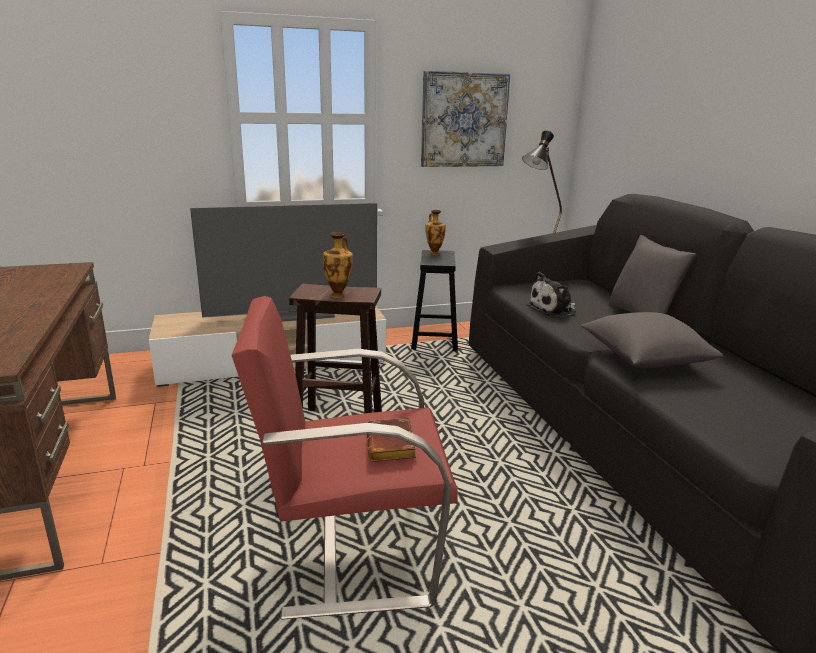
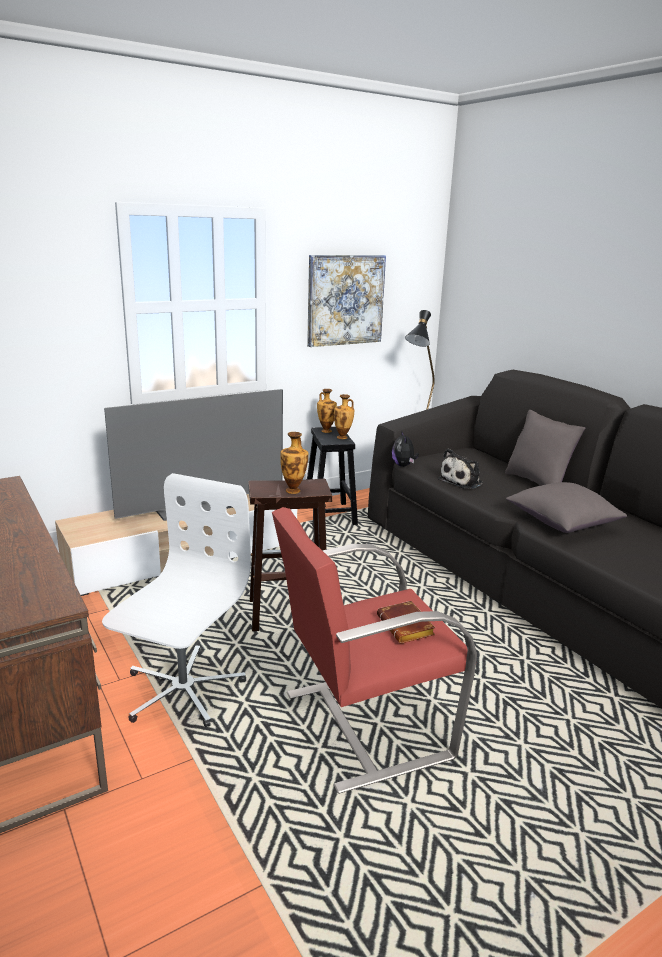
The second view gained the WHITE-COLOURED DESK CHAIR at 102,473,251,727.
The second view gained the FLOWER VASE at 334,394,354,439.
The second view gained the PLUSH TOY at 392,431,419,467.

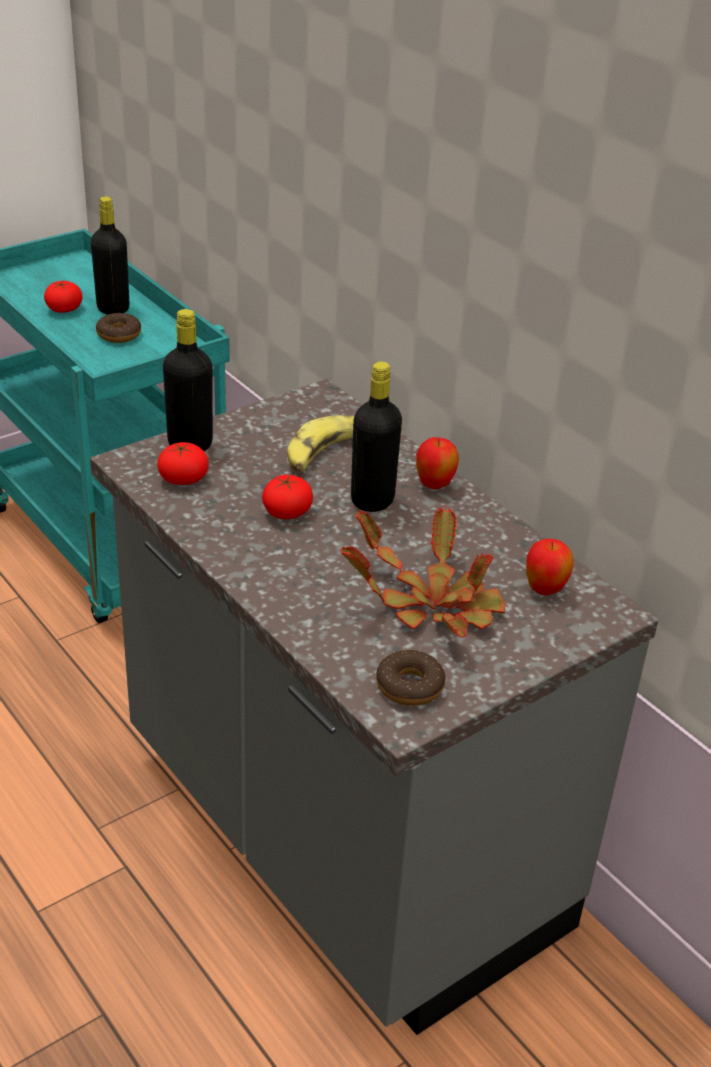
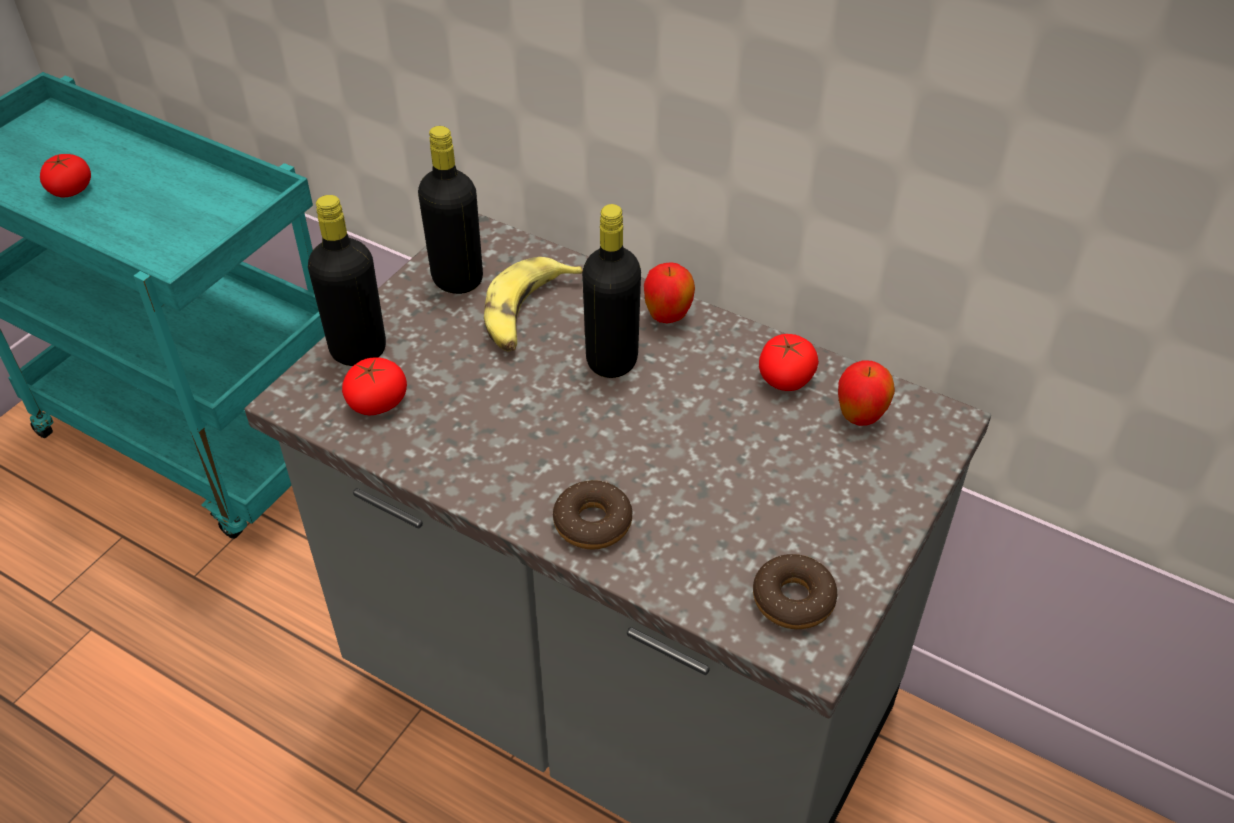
The second view lost the HOUSEPLANT at 340,506,505,637.
The BLACK BOTTLE ended up elsewhere, having gone from 91,197,129,315 to 418,126,483,294.
The RING DOUGHNUT ended up elsewhere, having gone from 96,313,141,343 to 553,480,632,549.
The WHOLE TOMATO ended up elsewhere, having gone from 262,475,313,519 to 759,334,819,391.

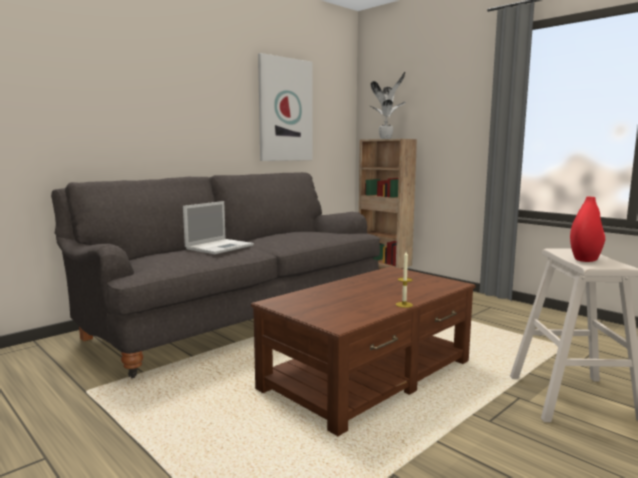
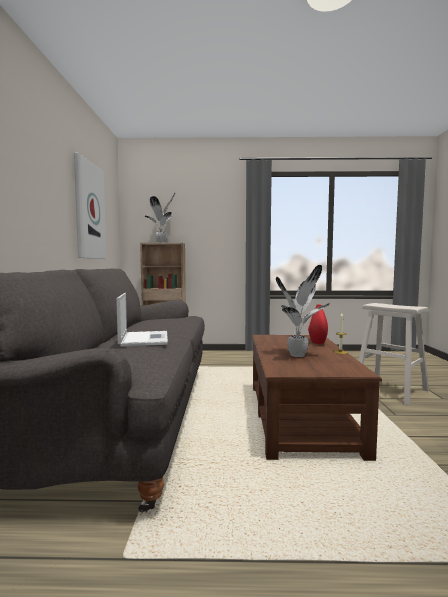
The second view gained the HOUSEPLANT at 276,265,330,357.
The REDDISH FLOWER VASE ended up elsewhere, having gone from 570,197,605,262 to 308,304,328,344.

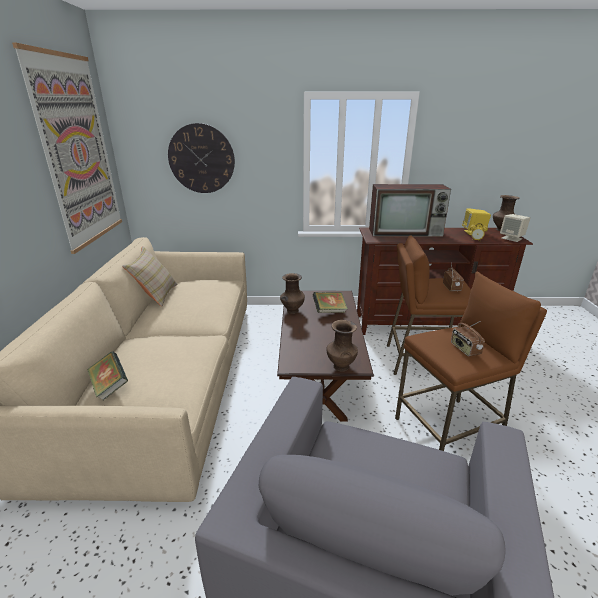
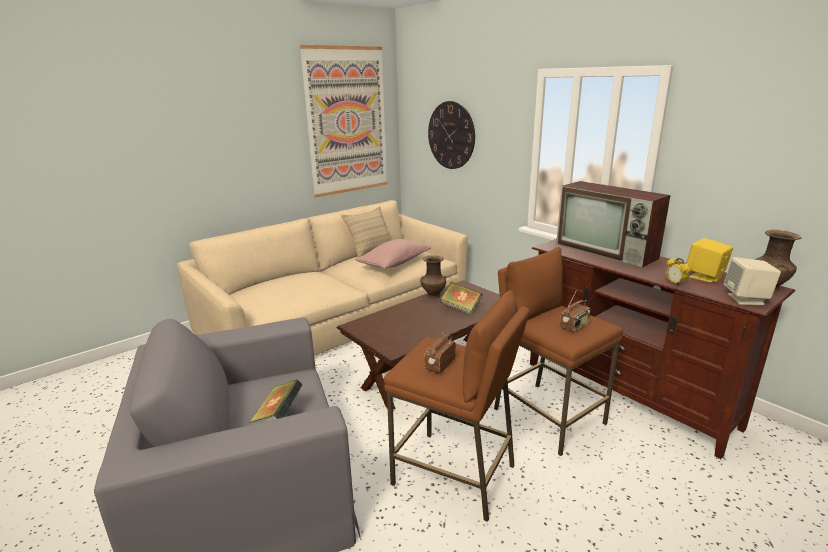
The second view lost the BROWN FLOWER VASE at 326,320,358,372.
The second view gained the PINK PILLOW at 355,239,431,269.
The BOOK ended up elsewhere, having gone from 87,351,128,400 to 249,379,303,424.

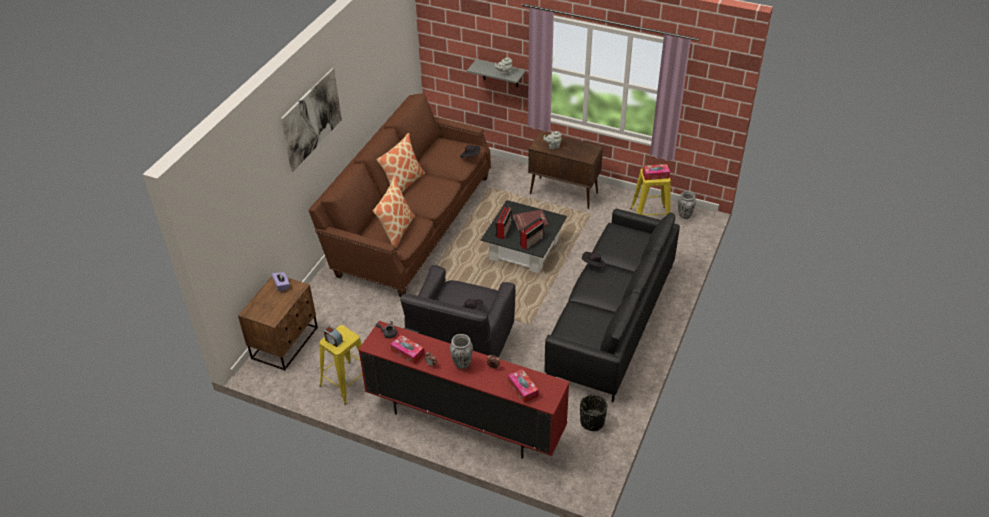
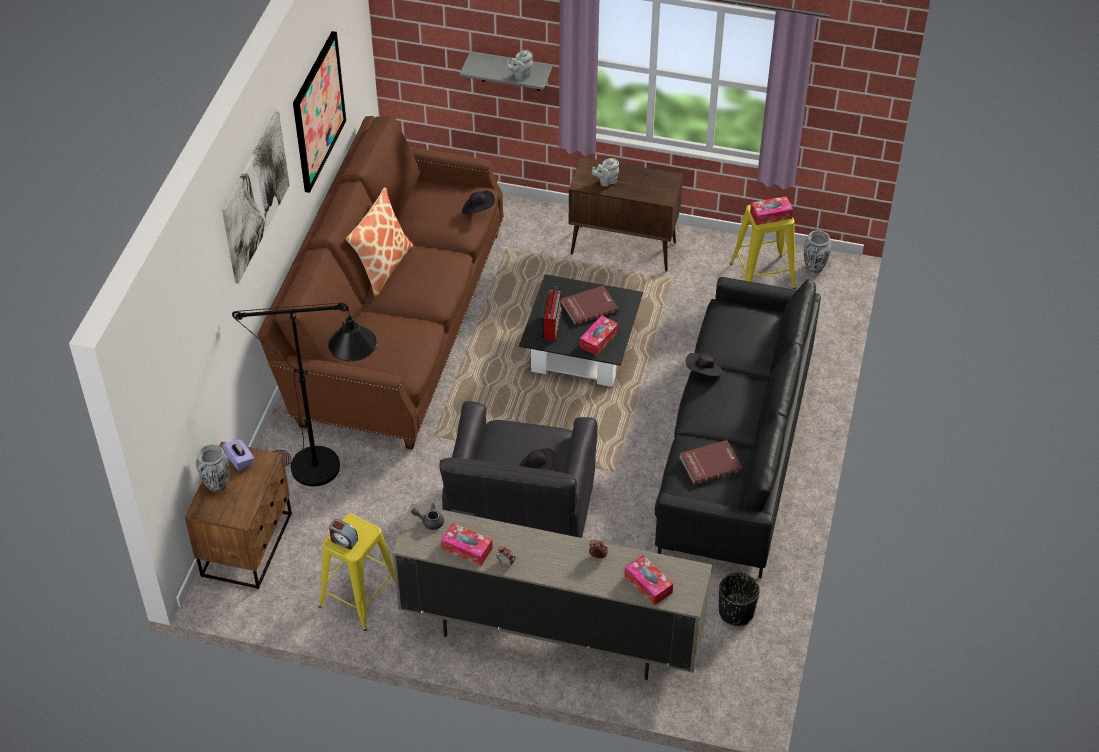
The second view lost the PILLOW at 373,177,415,247.
The second view gained the BLACK STANDING LAMP at 232,302,377,486.
The second view gained the WALL ART at 293,31,346,193.
The second view gained the REDDISH BOOK at 679,440,742,485.
The FLOWER VASE ended up elsewhere, having gone from 450,334,473,369 to 196,444,229,492.
Where the RADIO RECEIVER stood at 520,218,544,250, the TISSUE BOX came to stand at 580,315,619,356.
What was the REDDISH MEDIA CONSOLE at 359,321,570,459 turned into the SAND-COLOURED MEDIA CONSOLE at 392,503,712,680.

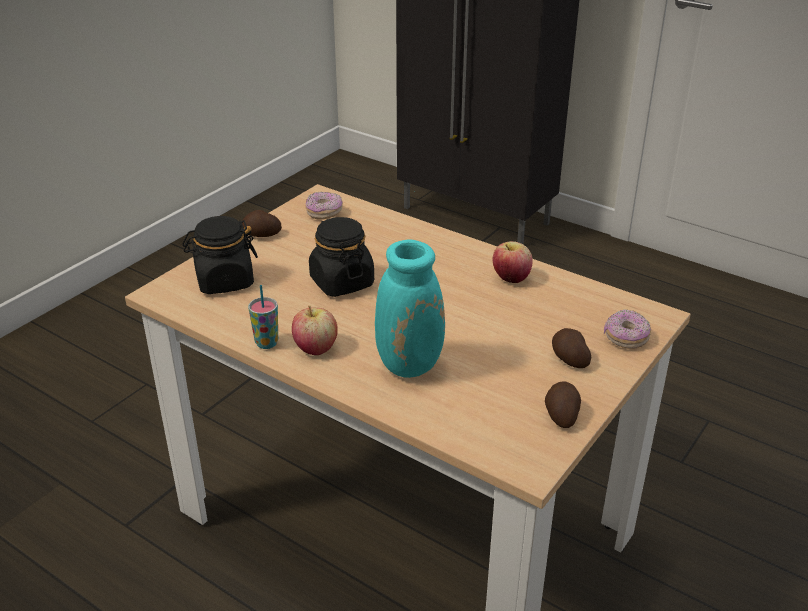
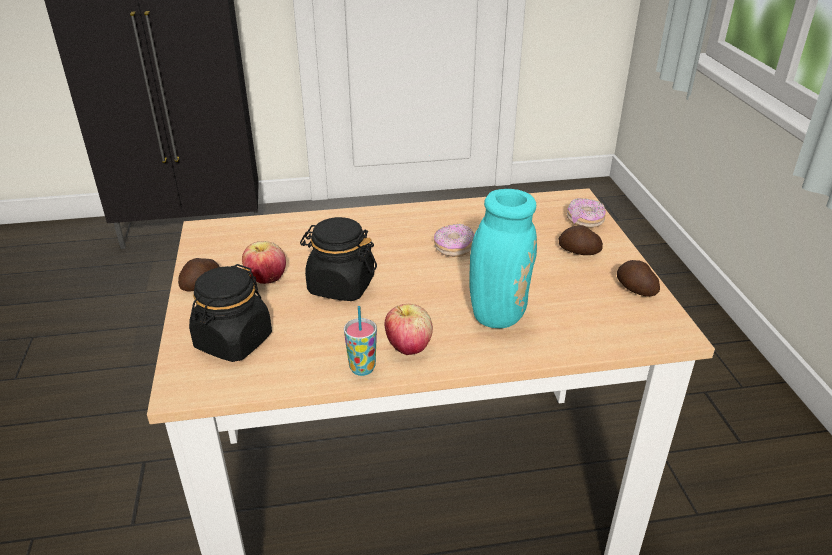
The RING DOUGHNUT ended up elsewhere, having gone from 305,192,343,219 to 434,224,474,257.
The WHOLE APPLE ended up elsewhere, having gone from 493,241,533,283 to 242,241,286,284.

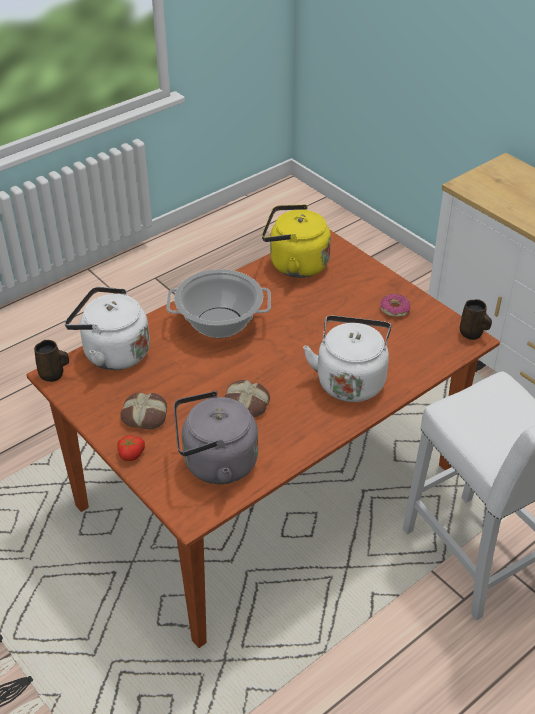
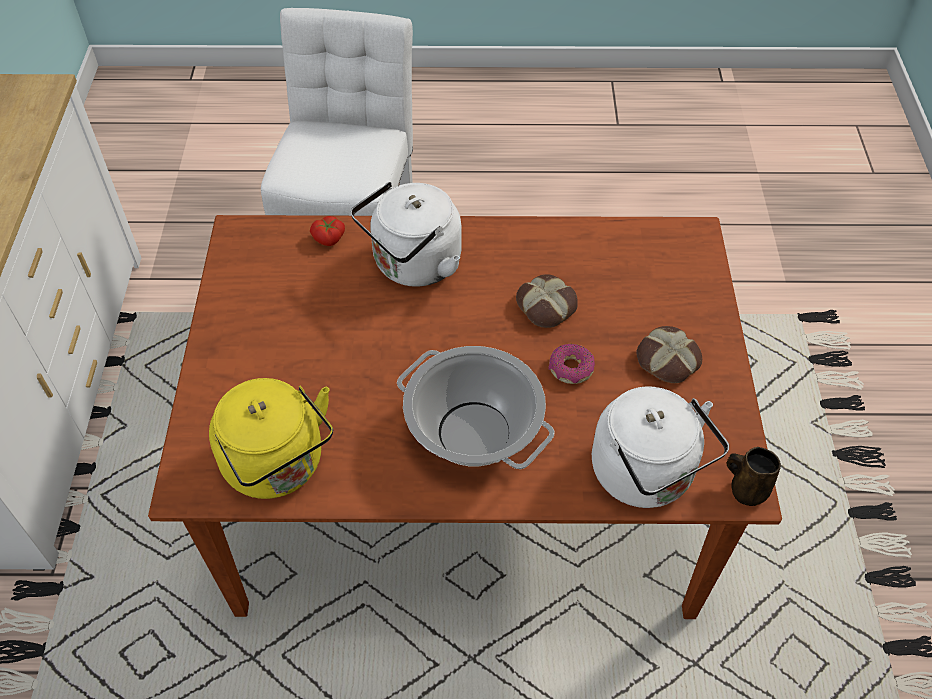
The second view lost the GRAY WATER KETTLE at 174,391,258,484.
The second view lost the BROWN TEA MUG at 460,299,492,340.
The WHOLE TOMATO ended up elsewhere, having gone from 117,435,145,461 to 310,216,345,246.
The RING DOUGHNUT ended up elsewhere, having gone from 380,294,411,317 to 549,344,595,384.

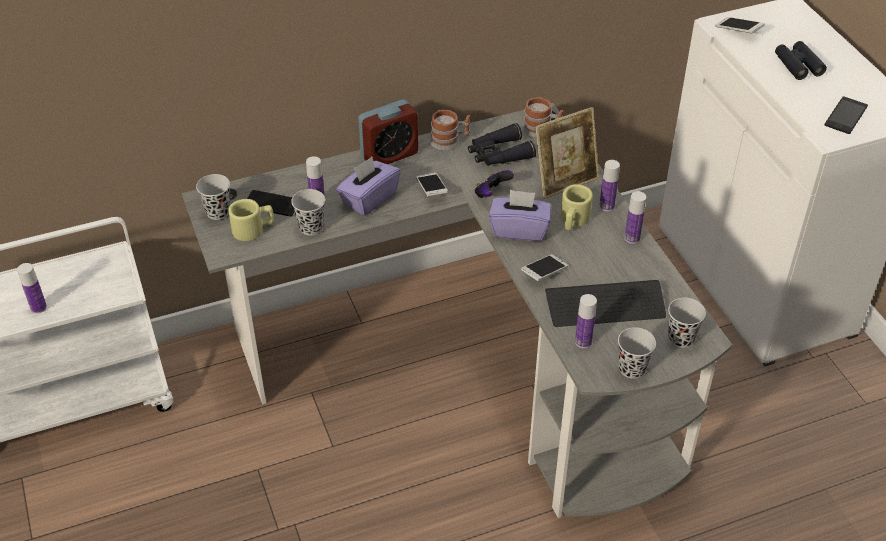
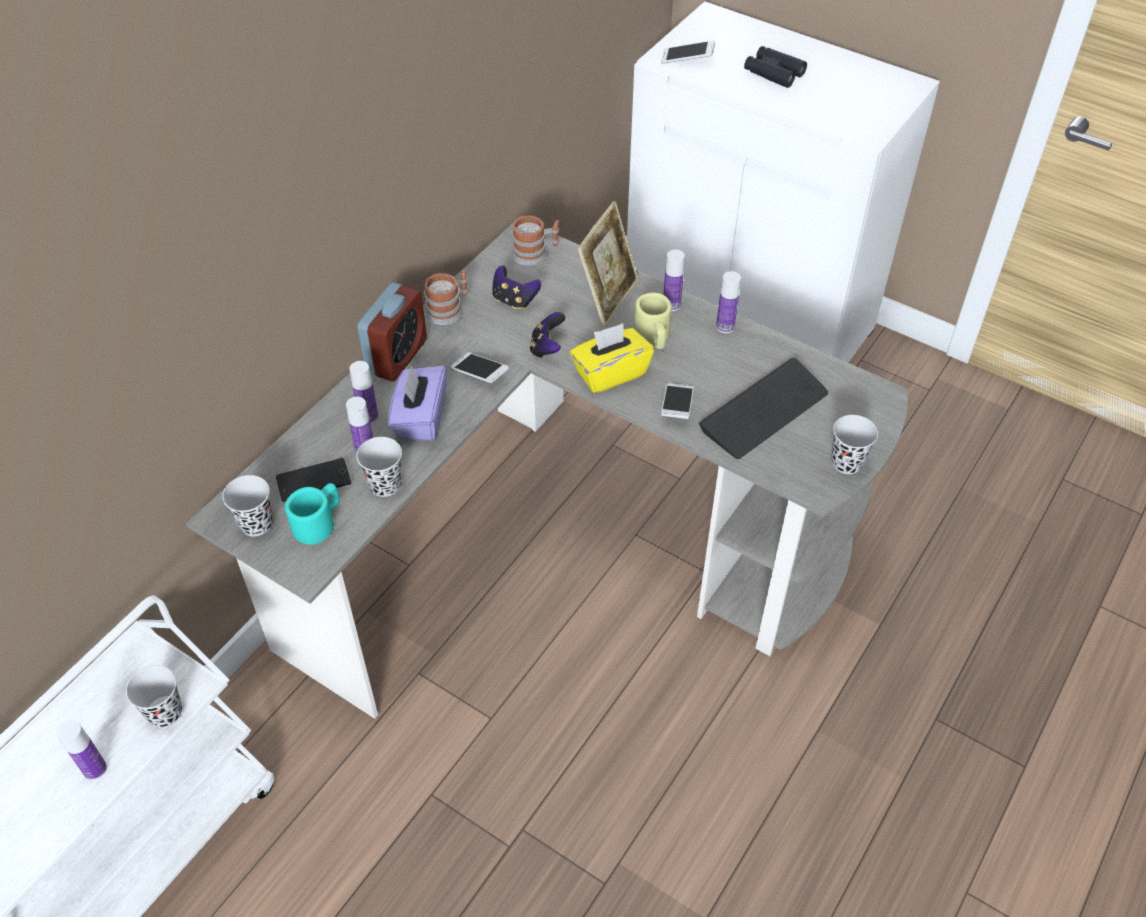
The second view lost the TELEPHONE at 825,97,868,134.
The BOTTLE ended up elsewhere, having gone from 575,294,597,348 to 350,361,378,423.
The BLACK SMALL CUP ended up elsewhere, having gone from 668,298,706,348 to 126,665,182,728.
Where the BLACK PAIR OF BINOCULARS stood at 468,123,536,166, the GAMEPAD came to stand at 492,266,541,310.
What was the SAND-COLOURED TEA MUG at 228,199,274,241 turned into the TURQUOISE TEA MUG at 285,483,340,545.
What was the PURPLE-COLOURED TISSUE BOX at 489,190,551,241 turned into the YELLOWISH TISSUE BOX at 570,323,654,393.

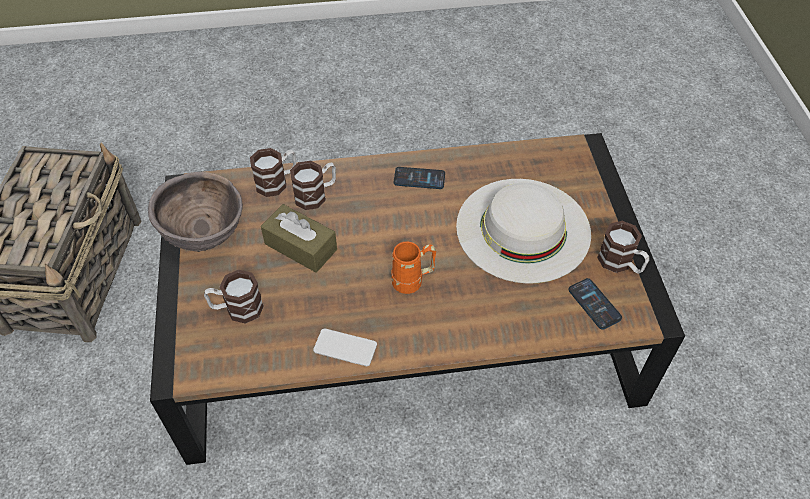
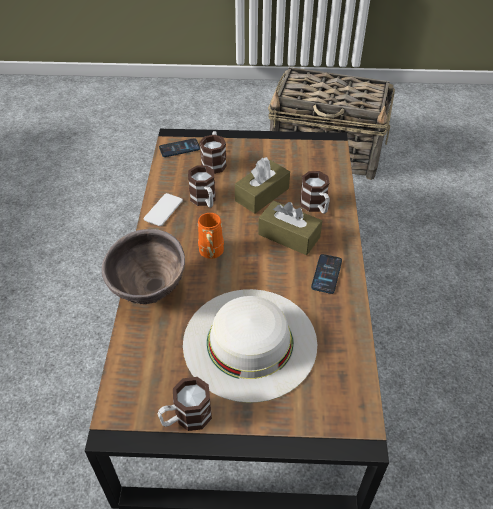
The second view gained the BROWN TISSUE BOX at 258,201,322,255.
The BROWN DEEP DISH ended up elsewhere, having gone from 148,172,243,252 to 102,229,185,304.
The TEA MUG ended up elsewhere, having gone from 250,148,296,197 to 188,165,216,208.
The TELEPHONE ended up elsewhere, having gone from 568,278,622,330 to 159,139,200,157.

